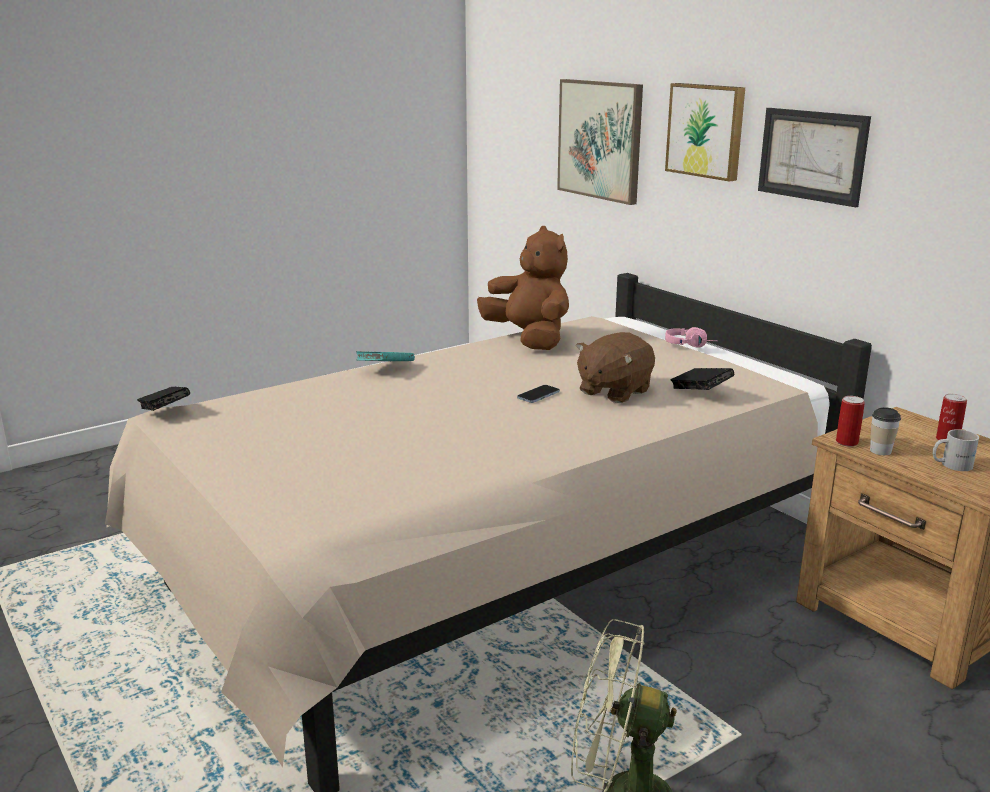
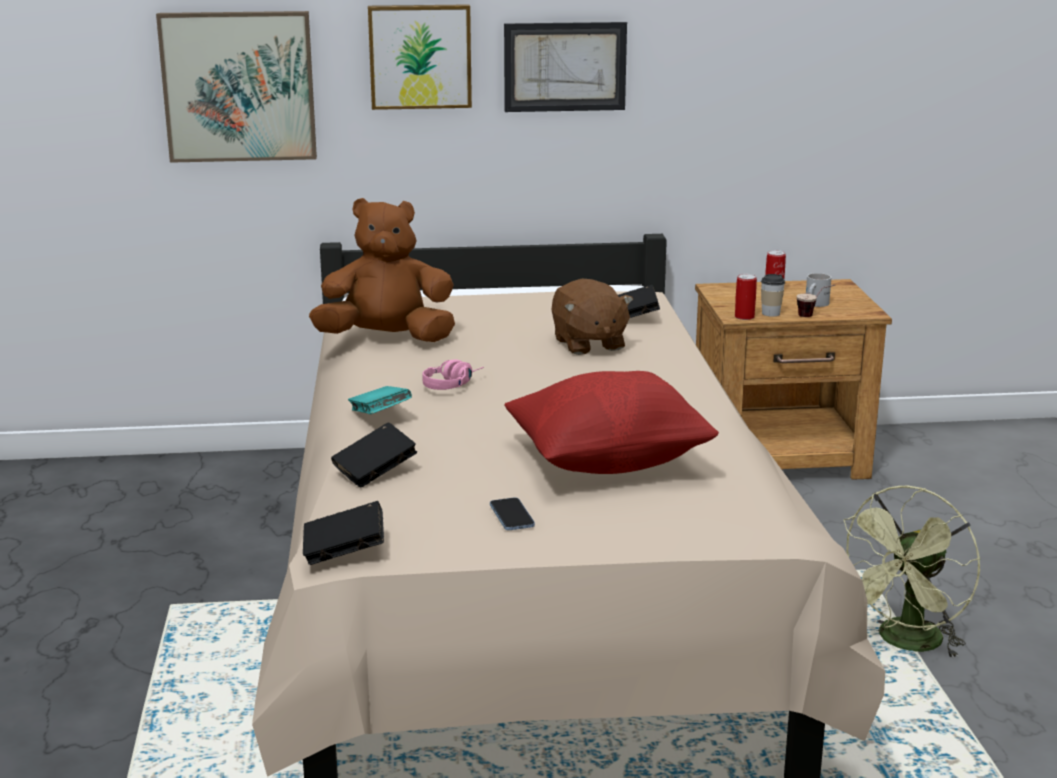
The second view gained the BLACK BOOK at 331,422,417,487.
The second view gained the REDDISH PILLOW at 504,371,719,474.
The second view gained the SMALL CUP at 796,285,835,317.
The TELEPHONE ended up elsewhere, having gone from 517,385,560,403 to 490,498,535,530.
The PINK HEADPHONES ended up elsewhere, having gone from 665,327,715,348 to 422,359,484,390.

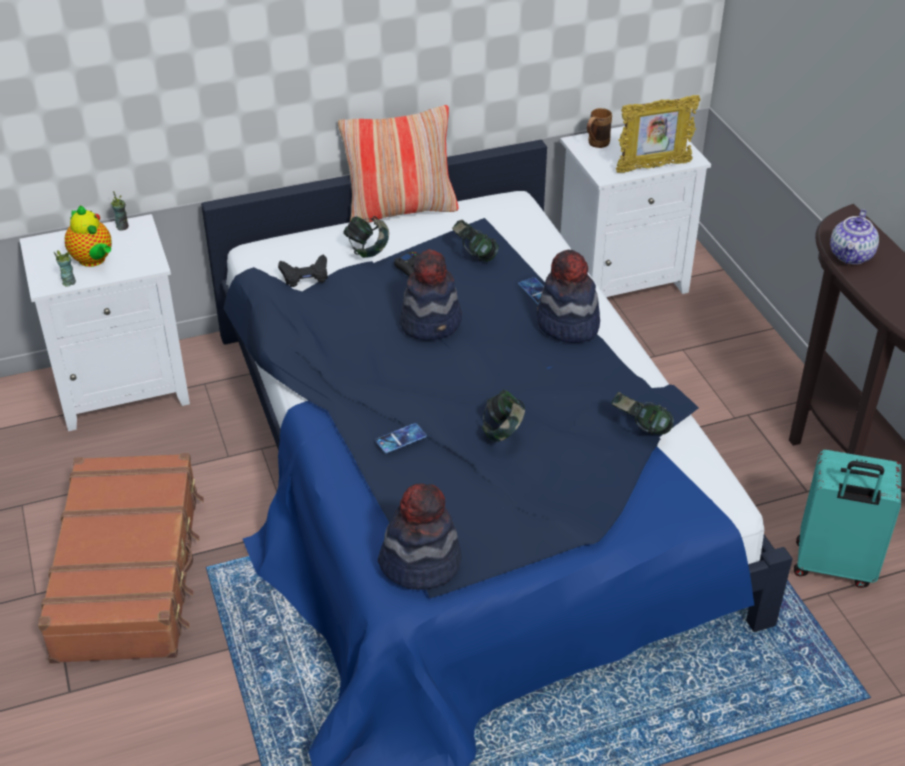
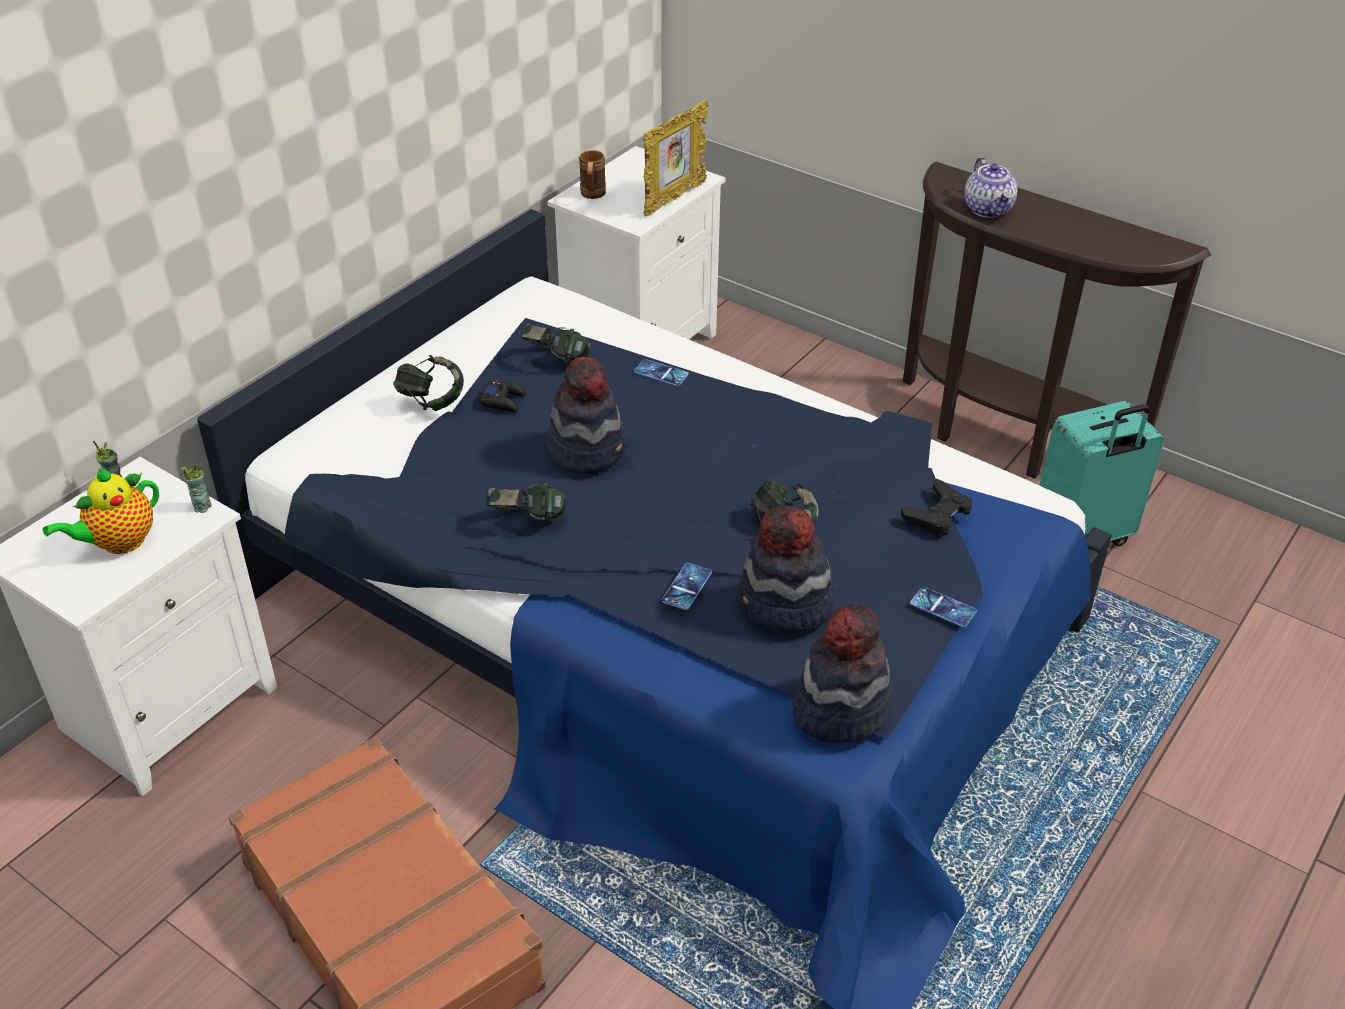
The second view lost the PILLOW at 338,105,459,223.
The second view gained the TELEPHONE at 910,587,977,627.
The SMALL CUP ended up elsewhere, having gone from 54,250,76,287 to 181,464,212,513.
The BLACK GAMEPAD ended up elsewhere, having gone from 278,255,328,287 to 901,479,973,536.
The WEARABLE HAT ended up elsewhere, having gone from 537,250,600,343 to 738,505,836,633.
The HEADPHONES ended up elsewhere, having gone from 611,392,674,435 to 486,483,567,522.
The TEAPOT at 65,205,112,267 ended up facing another way, 120 degrees clockwise from before.

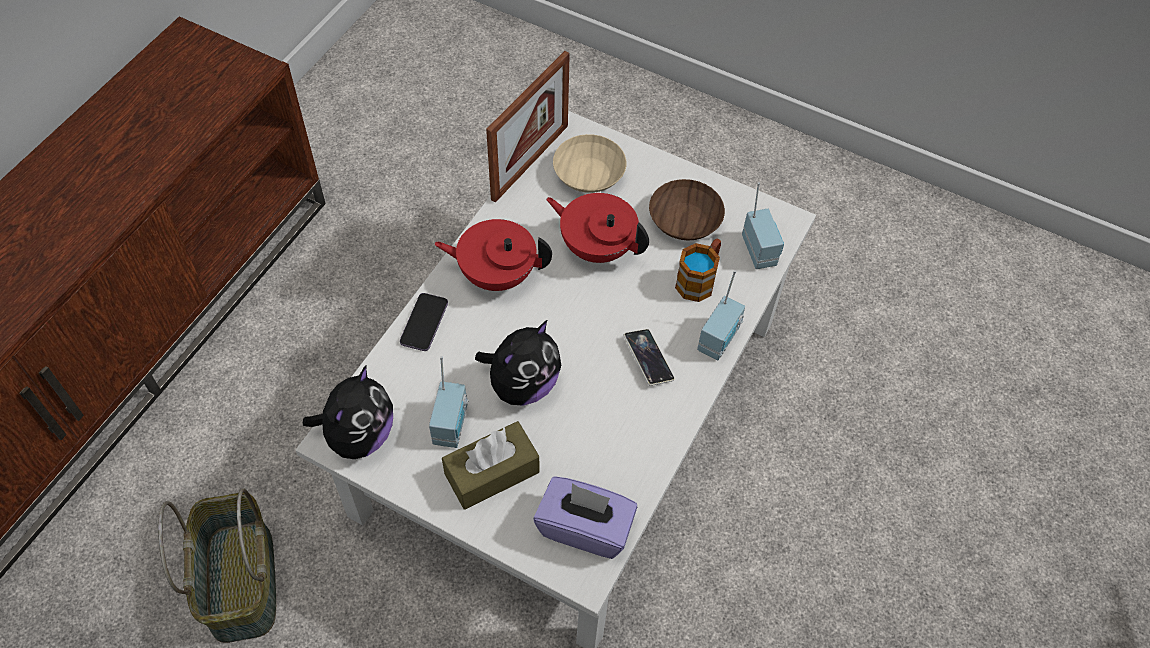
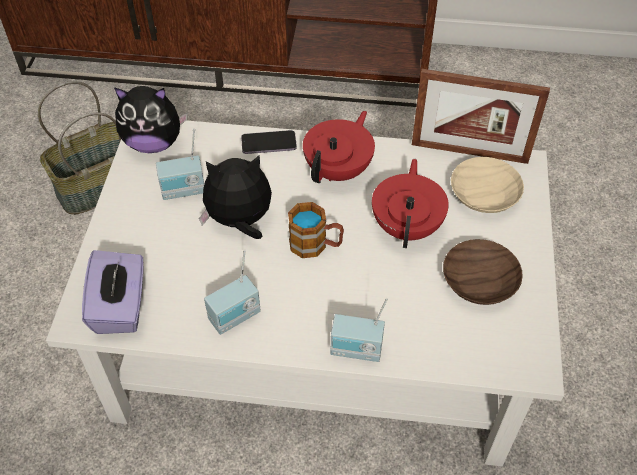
The second view lost the BROWN TISSUE BOX at 442,421,540,510.
The second view lost the TELEPHONE at 624,329,675,386.
The TEA MUG ended up elsewhere, having gone from 675,239,721,302 to 288,202,344,258.
The RADIO RECEIVER ended up elsewhere, having gone from 742,183,784,269 to 204,249,261,335.
The REDDISH TEAPOT at 434,219,552,291 ended up facing another way, 45 degrees clockwise from before.
The PLUSH TOY at 475,320,561,406 ended up facing another way, 150 degrees clockwise from before.

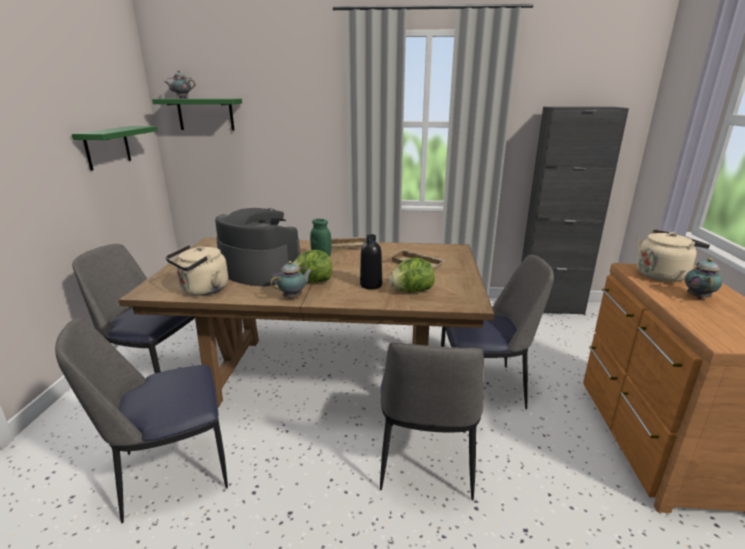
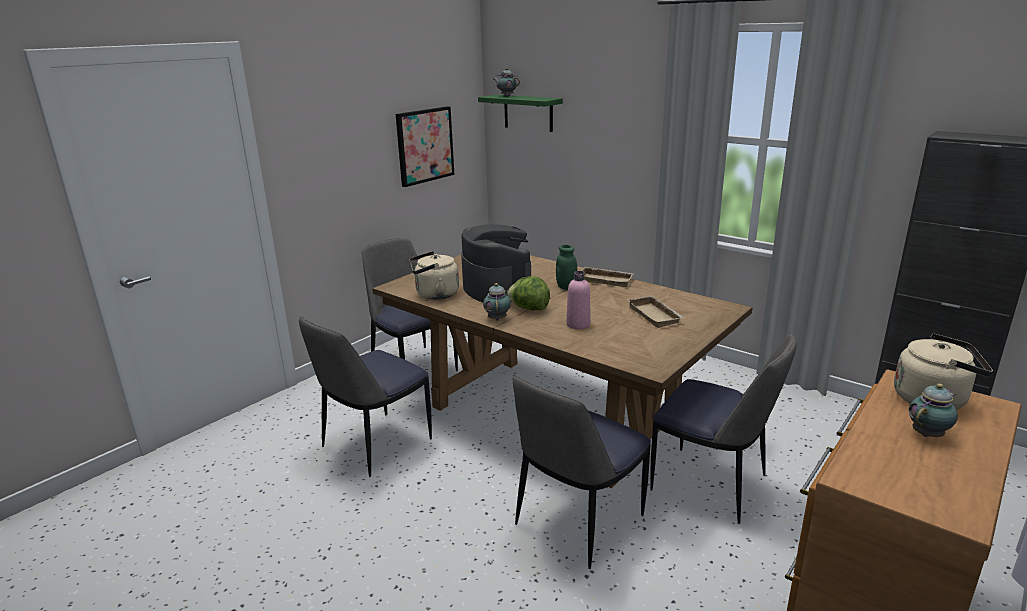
The second view lost the LETTUCE at 389,258,435,292.
Where the GREENISH WALL SHELF hung at 72,126,158,171, the WALL ART came to hang at 396,106,454,187.
What was the BLACK BOTTLE at 360,234,382,289 turned into the PINK BOTTLE at 566,271,591,329.
The PLAIN CHAIR at 55,318,228,523 ended up facing another way, 60 degrees counterclockwise from before.
The TEAPOT at 270,261,313,298 ended up facing another way, 90 degrees counterclockwise from before.

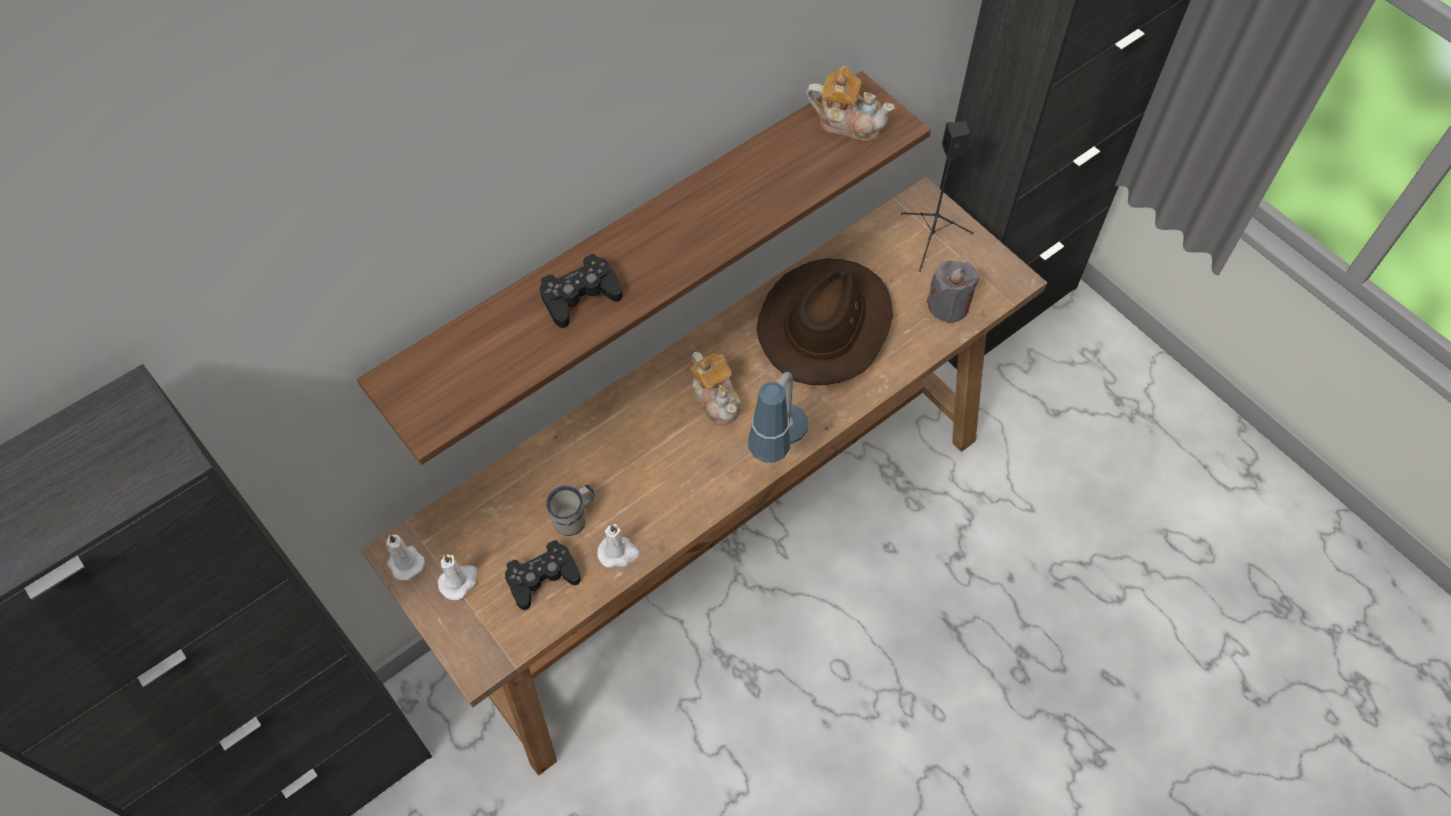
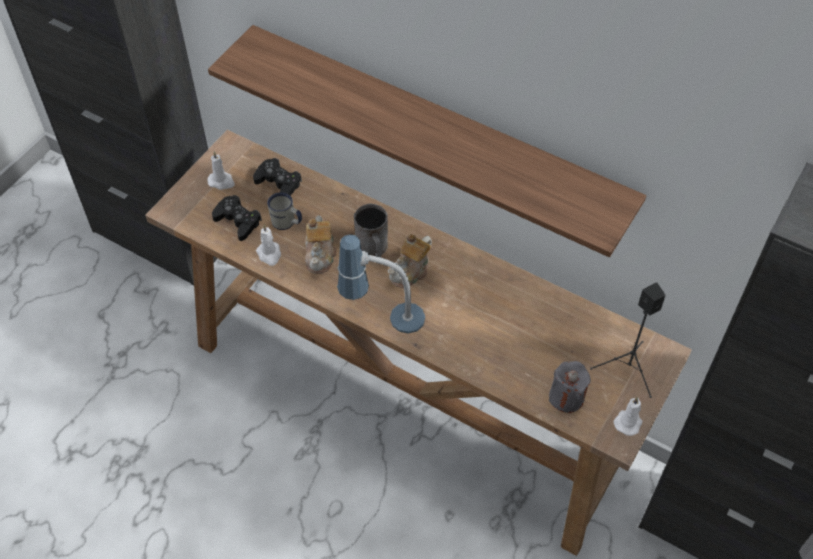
The second view lost the BROWN WEARABLE HAT at 757,258,893,385.
The second view gained the GRAY TEA MUG at 354,203,388,257.
The WHITE-COLOURED CANDLE ended up elsewhere, having gone from 386,535,424,580 to 614,397,643,436.
The BLACK GAMEPAD ended up elsewhere, having gone from 540,254,622,328 to 253,158,302,196.
The TEAPOT ended up elsewhere, having gone from 806,66,895,142 to 305,215,337,274.

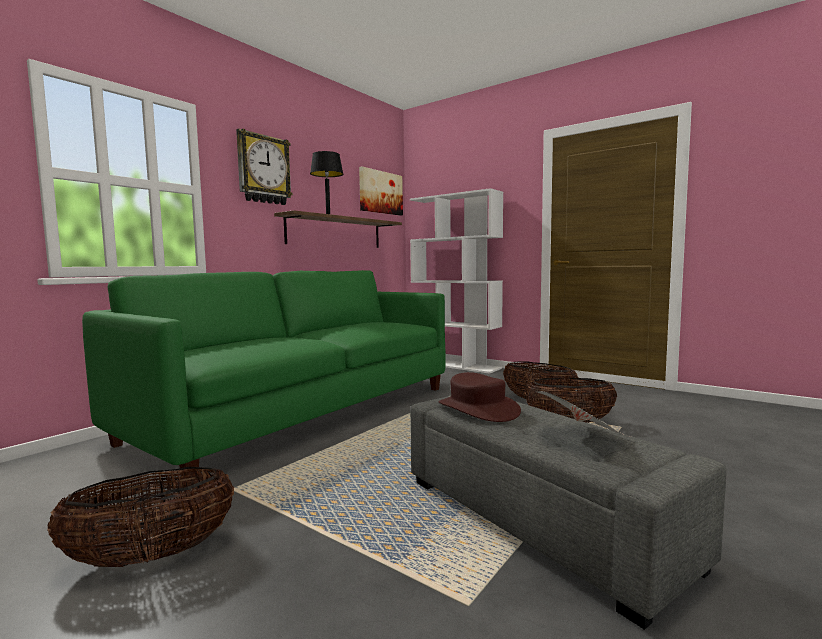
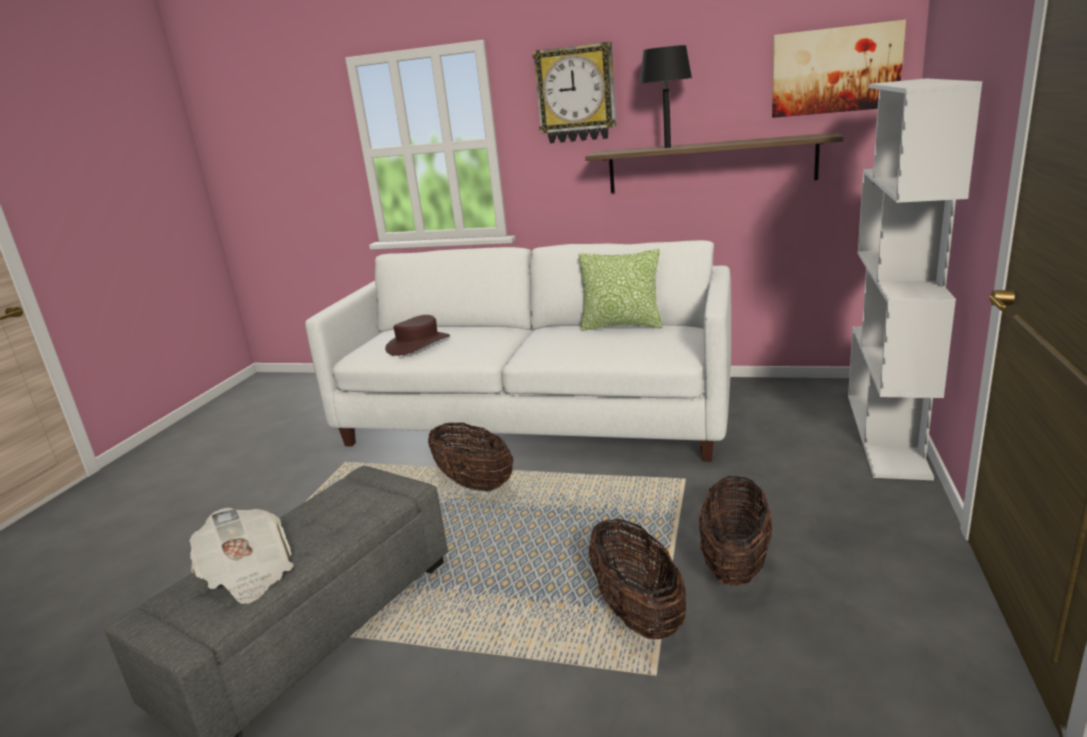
The second view gained the PILLOW at 579,249,663,331.
The STORAGE BASKET ended up elsewhere, having gone from 47,467,234,567 to 428,423,513,491.
The BROWN WEARABLE HAT ended up elsewhere, having gone from 438,372,521,422 to 385,315,450,356.
What was the GREENISH SOFA at 82,270,446,482 turned into the WHITE-COLOURED SOFA at 305,240,731,462.

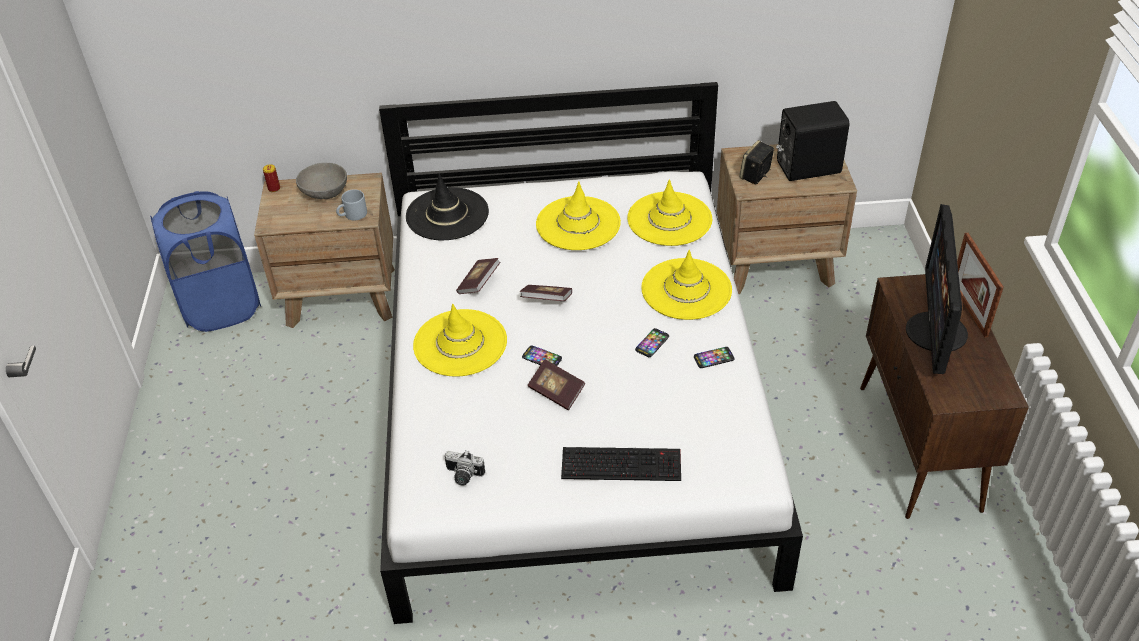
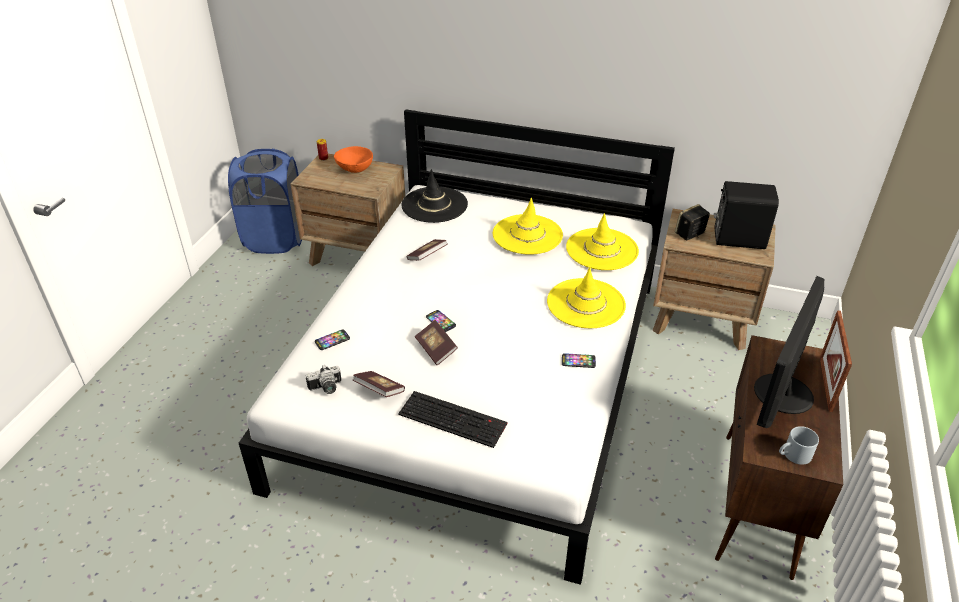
The second view lost the YELLOWISH WEARABLE HAT at 413,304,507,377.
The GRAY TEA MUG ended up elsewhere, having gone from 336,189,367,220 to 779,426,819,465.
The BOOK ended up elsewhere, having gone from 520,285,572,301 to 353,371,405,397.
The TELEPHONE ended up elsewhere, having gone from 635,328,669,357 to 315,329,350,350.
What was the GRAY DEEP DISH at 296,163,347,199 turned into the ORANGE-COLOURED DEEP DISH at 334,146,373,173.
The STILL CAMERA at 445,451,485,486 ended up facing another way, 60 degrees counterclockwise from before.

